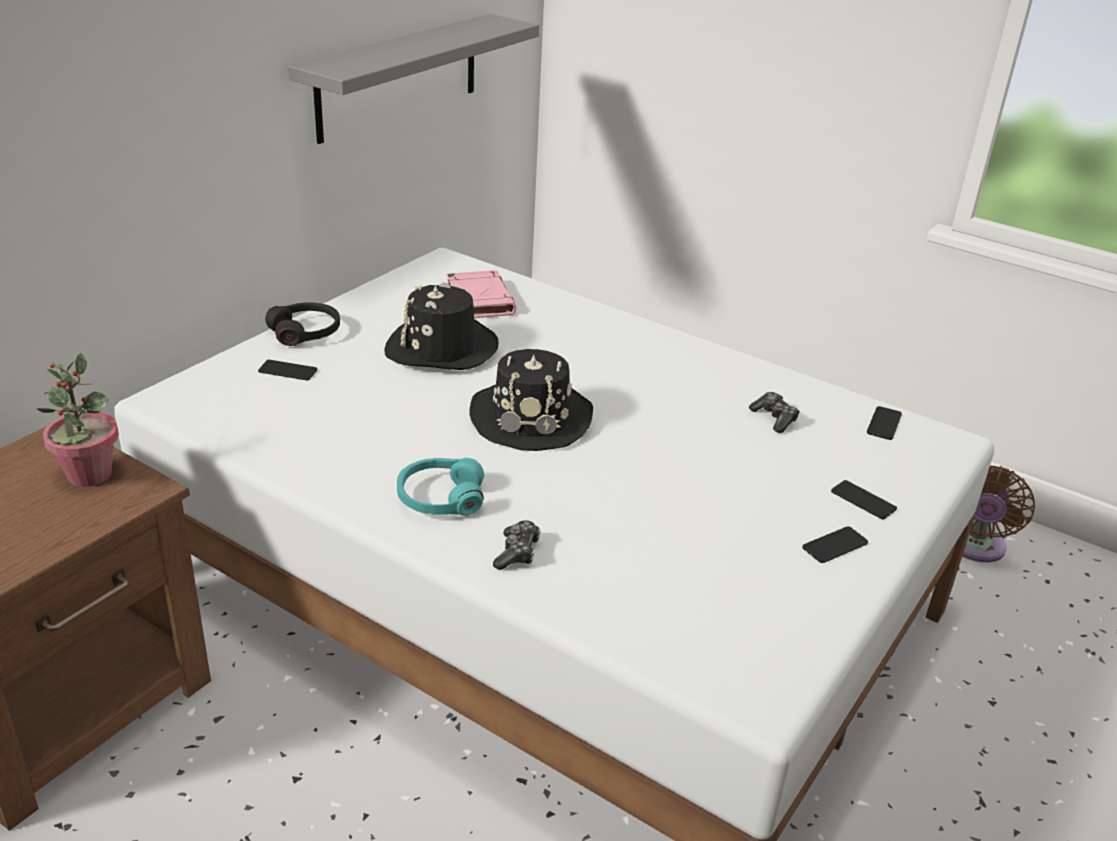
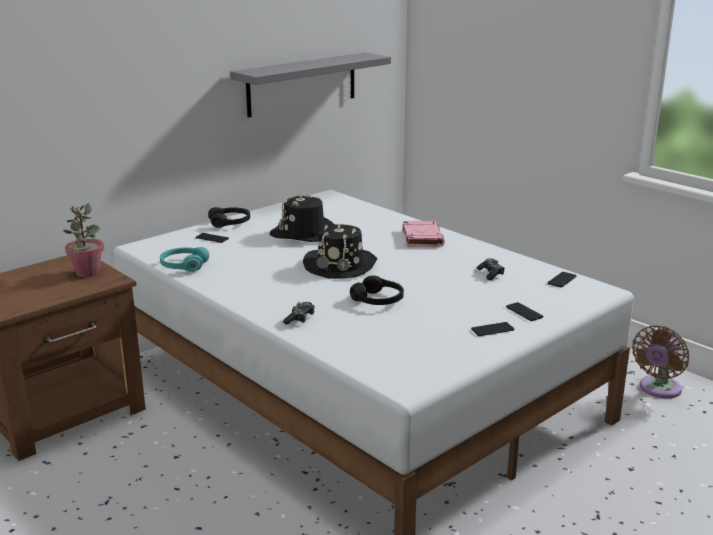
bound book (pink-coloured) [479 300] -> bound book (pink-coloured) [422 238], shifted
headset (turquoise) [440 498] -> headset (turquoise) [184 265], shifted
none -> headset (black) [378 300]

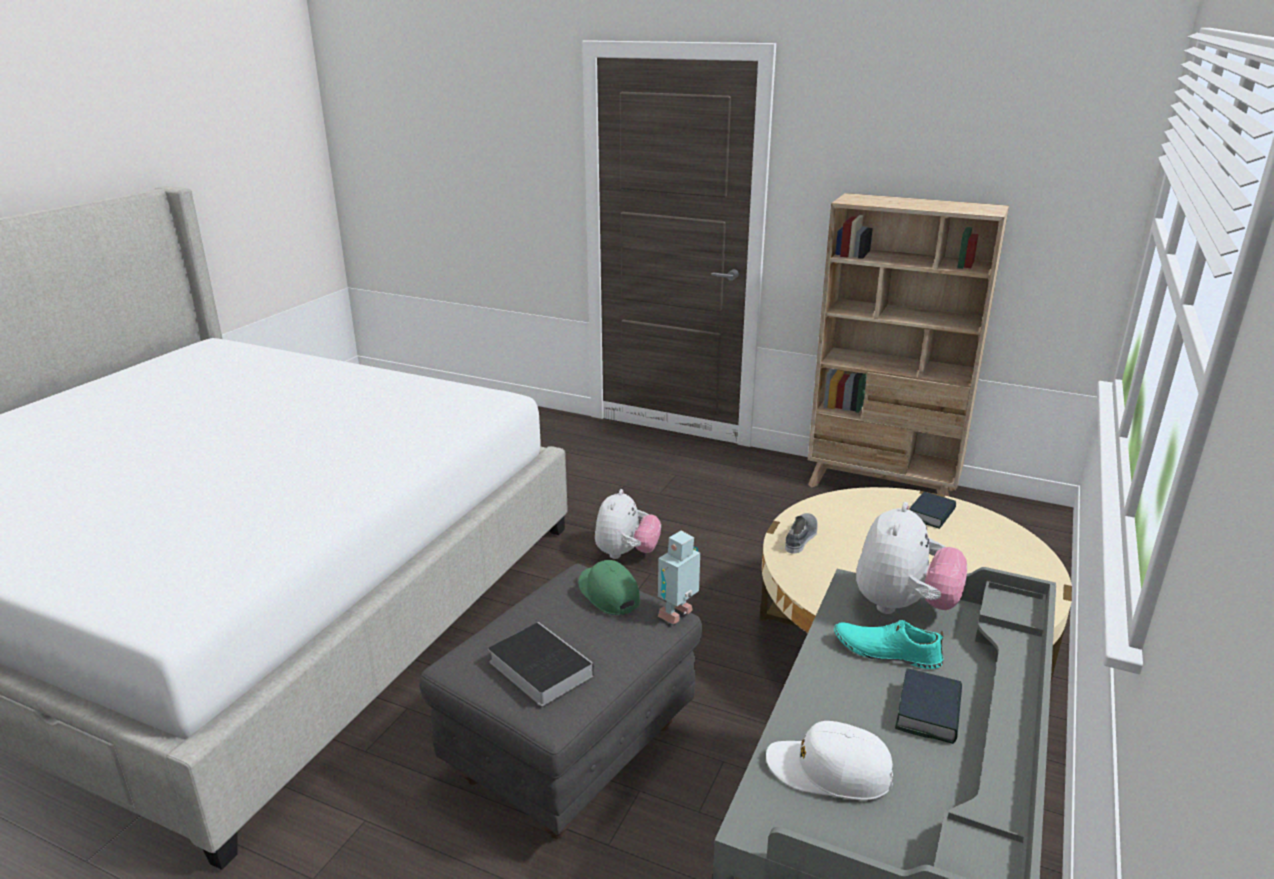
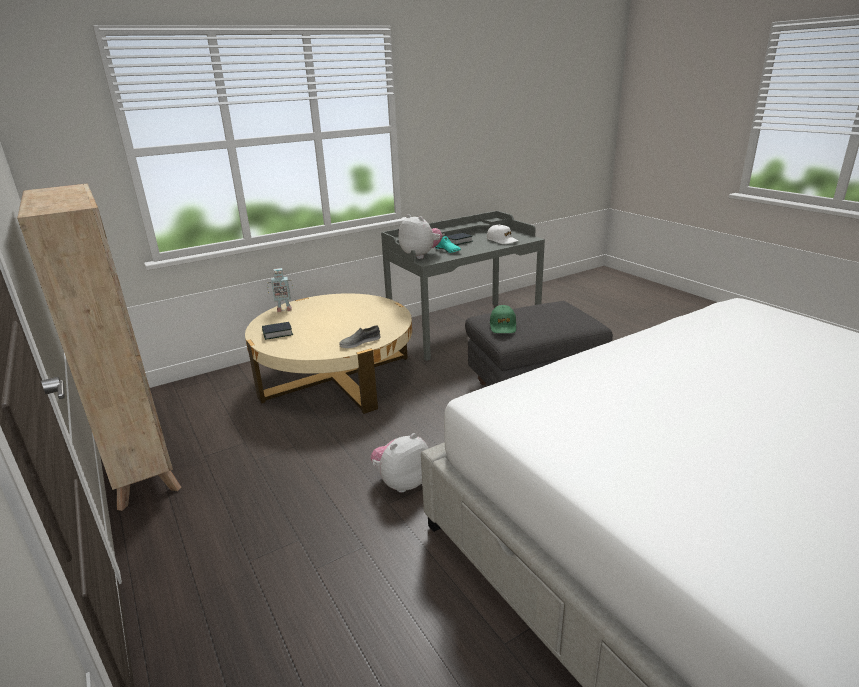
plush toy [903 606] -> plush toy [421 255], 75 degrees clockwise
toy robot [678 614] -> toy robot [283 309], shifted
bound book [537 667] -> none

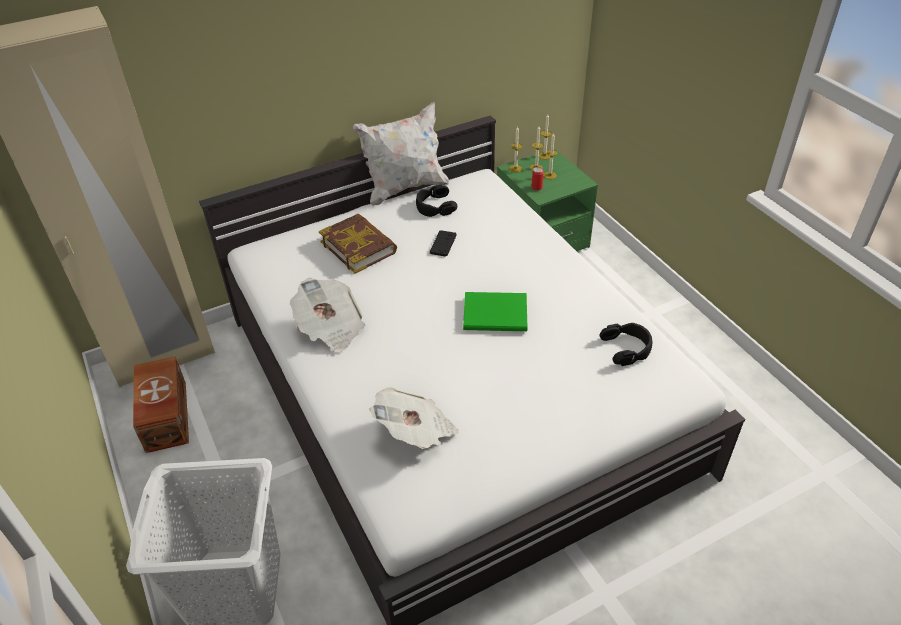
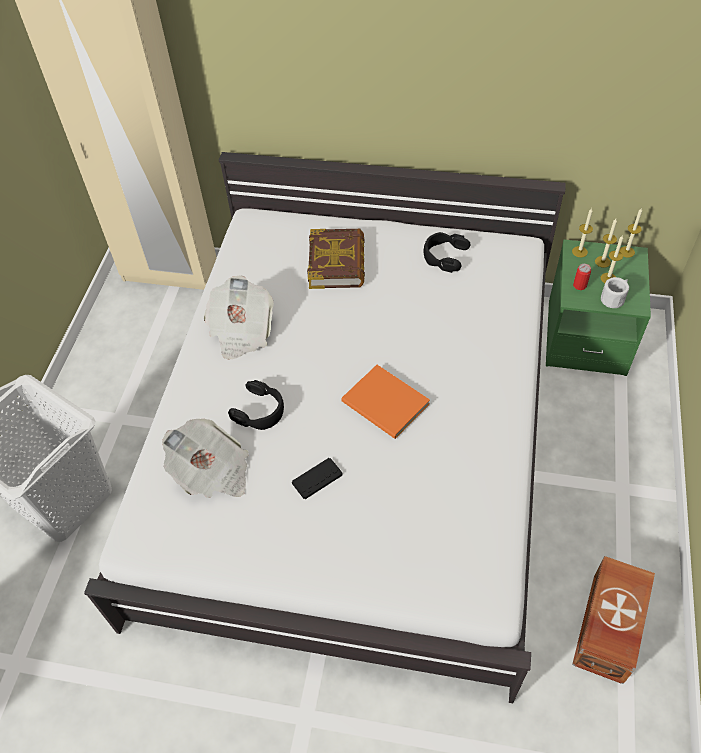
cushion (white) [405 188] -> none
joypad (black) [443 244] -> joypad (black) [317 479], shifted
bound book (green-coloured) [497 315] -> bound book (orangey) [386 405]
headset (black) [627 348] -> headset (black) [260 411], shifted
storage bin (brown) [165 417] -> storage bin (brown) [606 628], shifted
none -> coffee mug (white) [614 298]

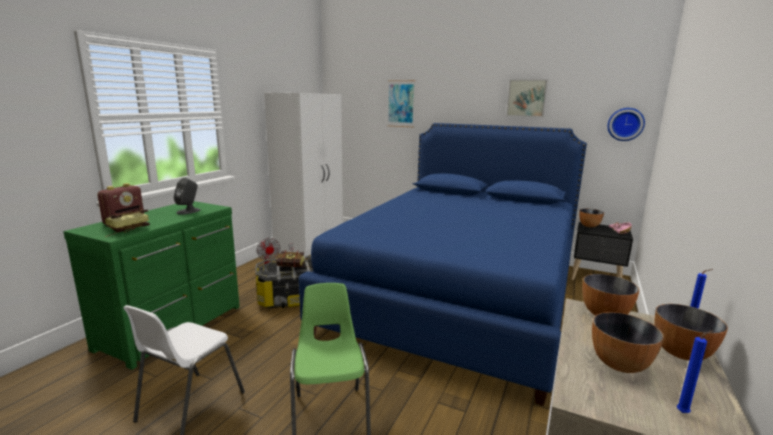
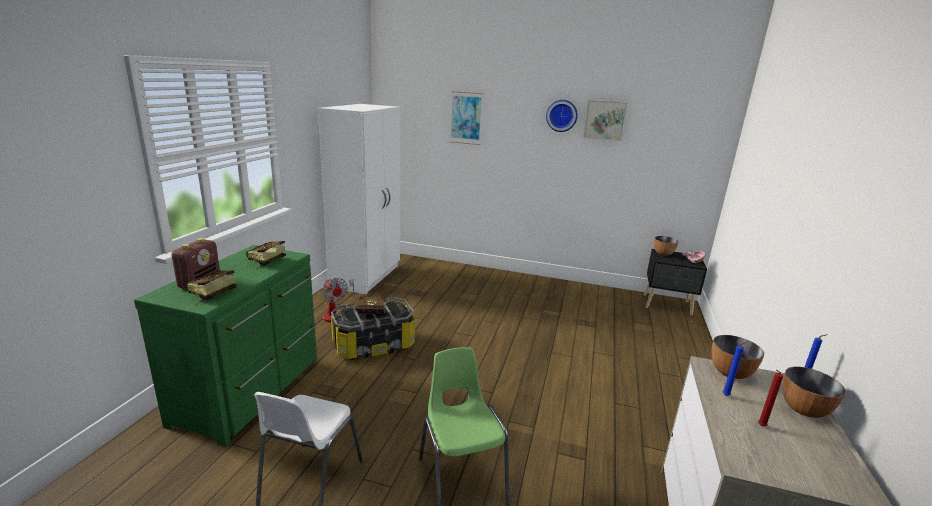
wall clock [625 124] -> wall clock [562 115], shifted
sleeping bed (blue-coloured) [458 295] -> none
audio speaker (gray) [188 211] -> bound book [264 262]
serving bowl [619 364] -> wax candle (red) [760 426]
wax candle (blue-coloured) [684 413] -> wax candle (blue-coloured) [727 395], shifted

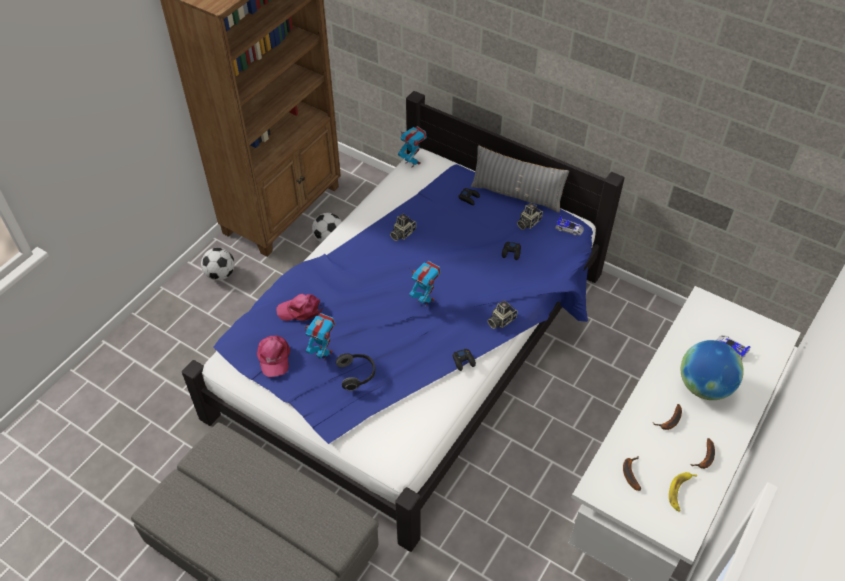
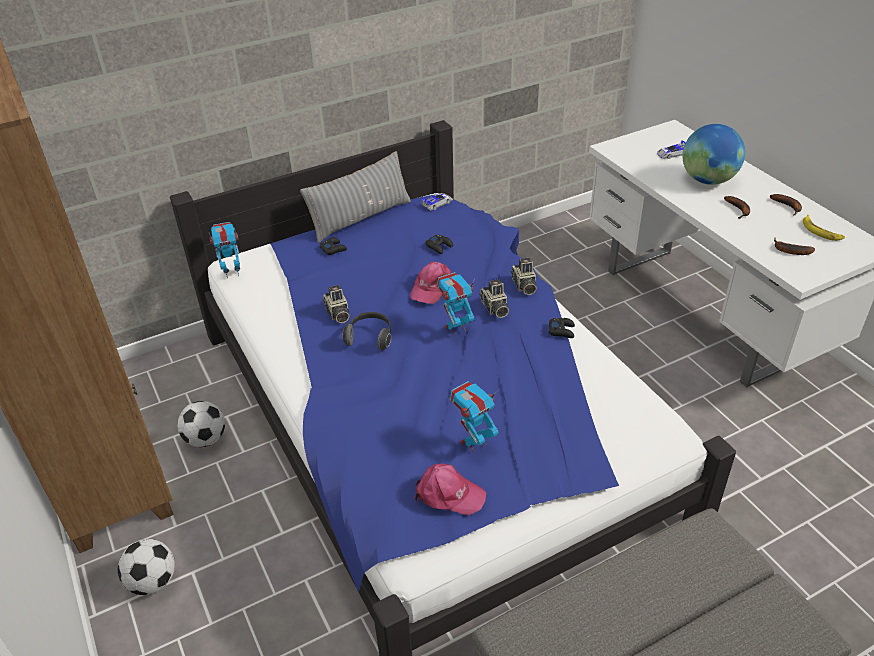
photo camera [528 222] -> photo camera [494 308], shifted
baseball cap (pink-coloured) [300 310] -> baseball cap (pink-coloured) [431 287], shifted
headset [357 374] -> headset [370 337], shifted

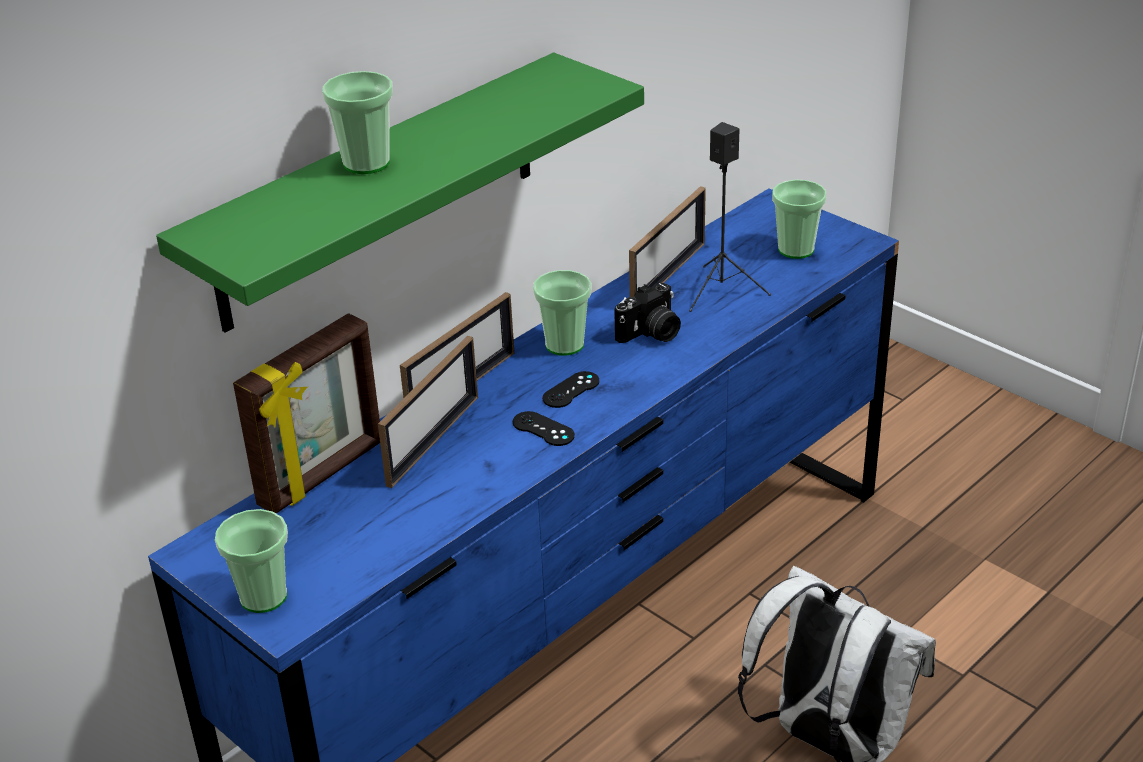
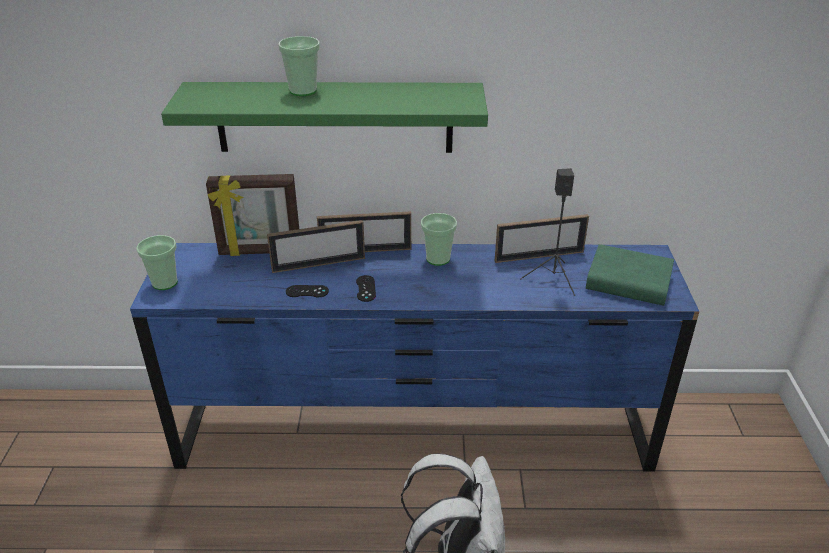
cup [796 249] -> bound book (green-coloured) [628 282]
photo camera [651 334] -> none
joypad (black) [571 390] -> joypad (black) [307 291], shifted

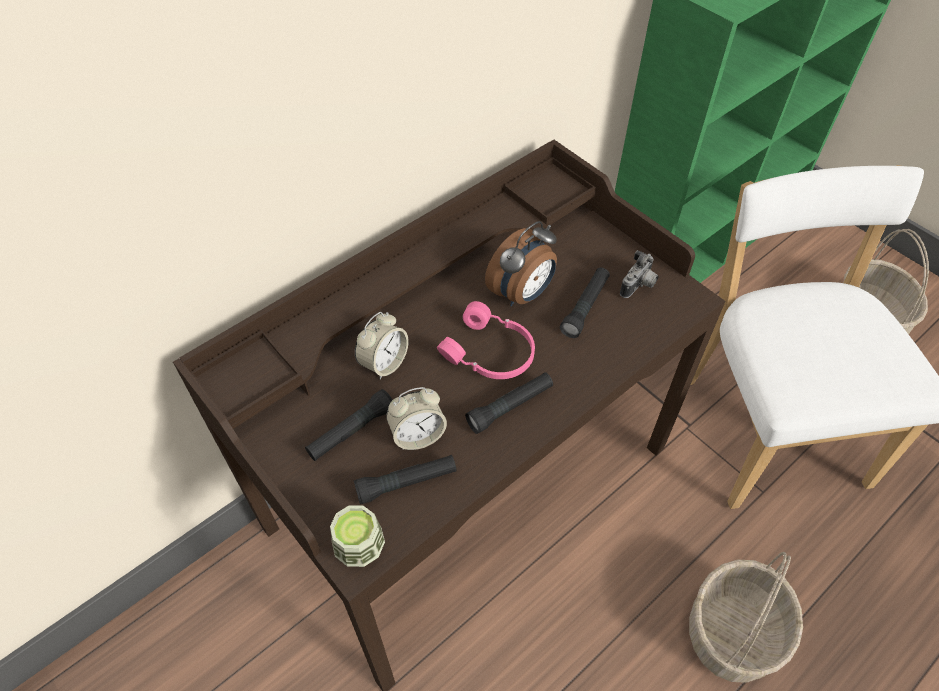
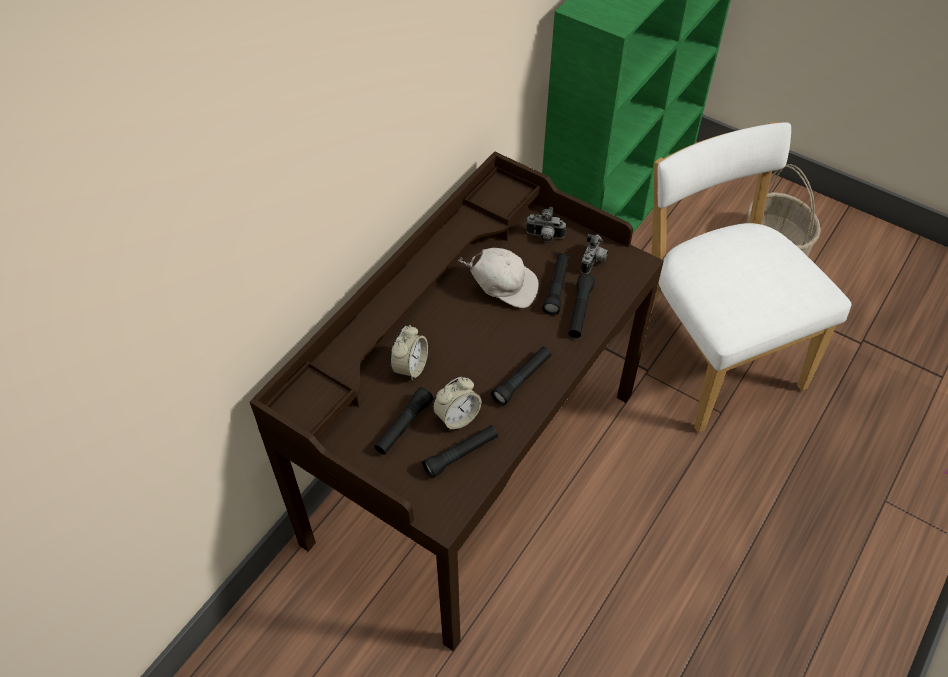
bedside clock [522 294] -> baseball cap (white) [503 287]
headset (pink-coloured) [489 354] -> none
cup [360 547] -> none
basket [733 633] -> none
none -> photo camera [544 237]
none -> hand torch (black) [579 311]

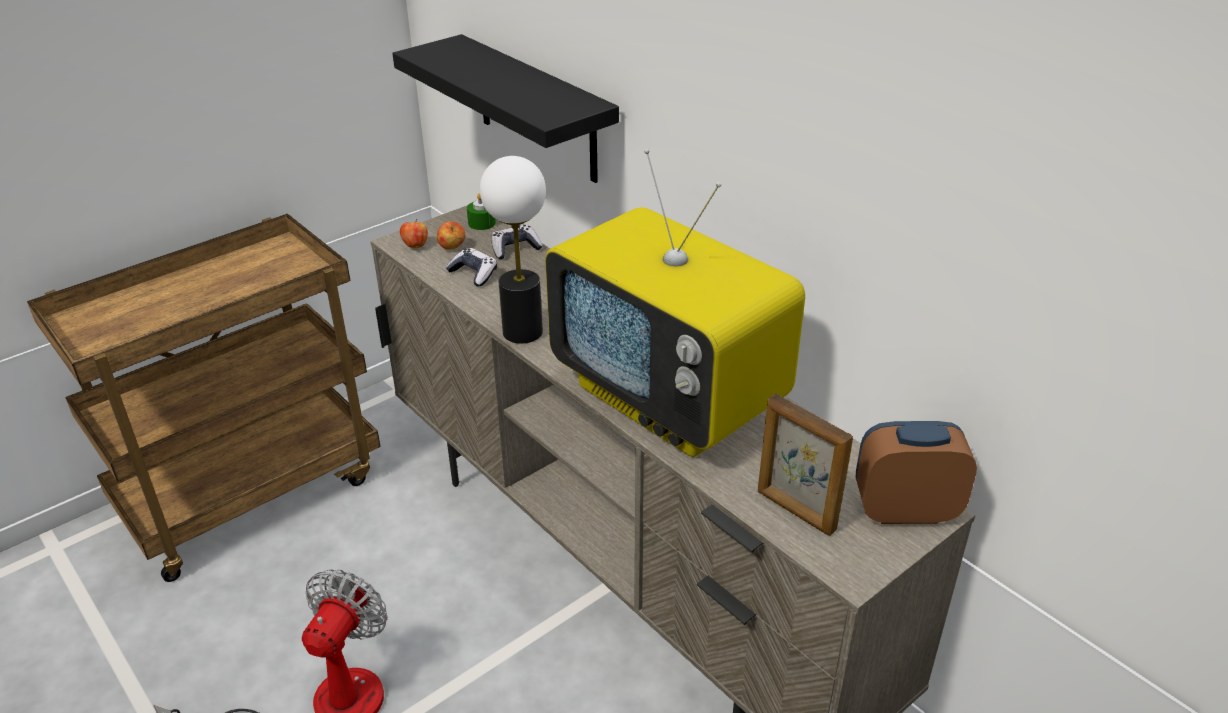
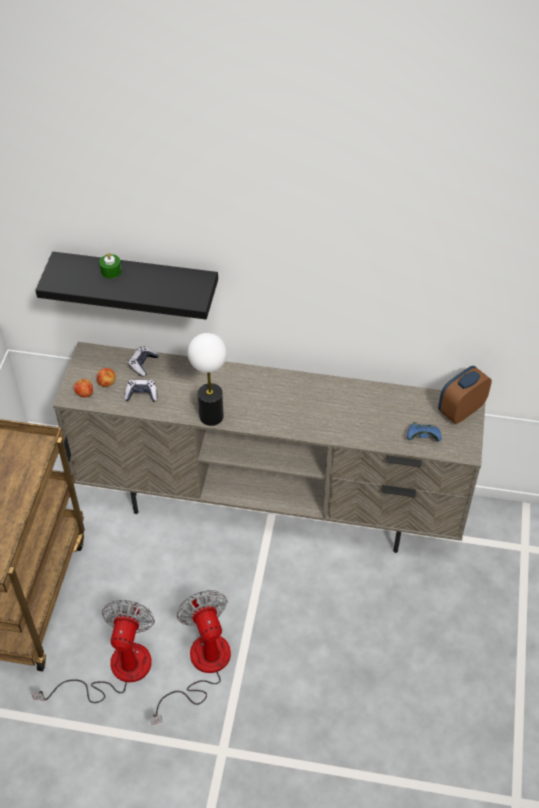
TV set [672 399] -> none
wax candle (green-coloured) [482 223] -> wax candle (green-coloured) [111 271], shifted
picture frame [795 511] -> joypad (blue-coloured) [423 437]
none -> fan [116 670]

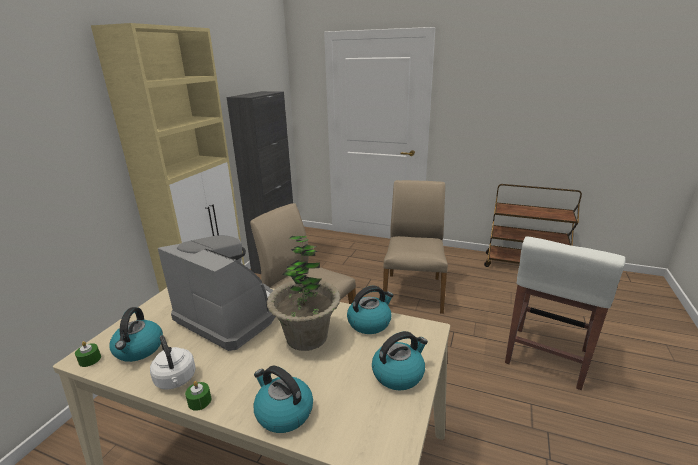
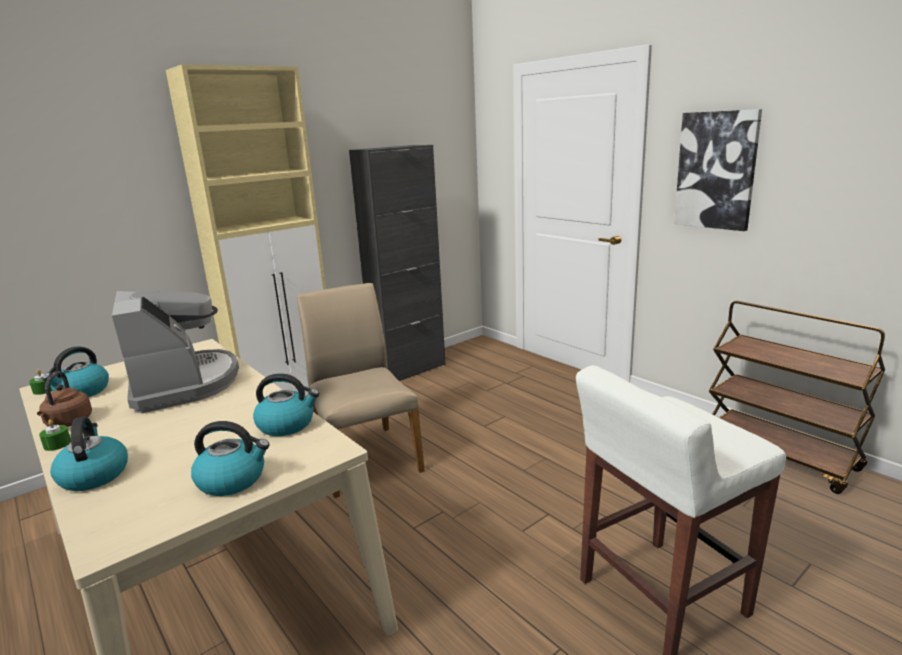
chair (sand-coloured) [413 292] -> none
plant in a pot [307 337] -> none
water kettle (white) [176 380] -> water kettle (brown) [68 423]
none -> wall picture [716 170]

